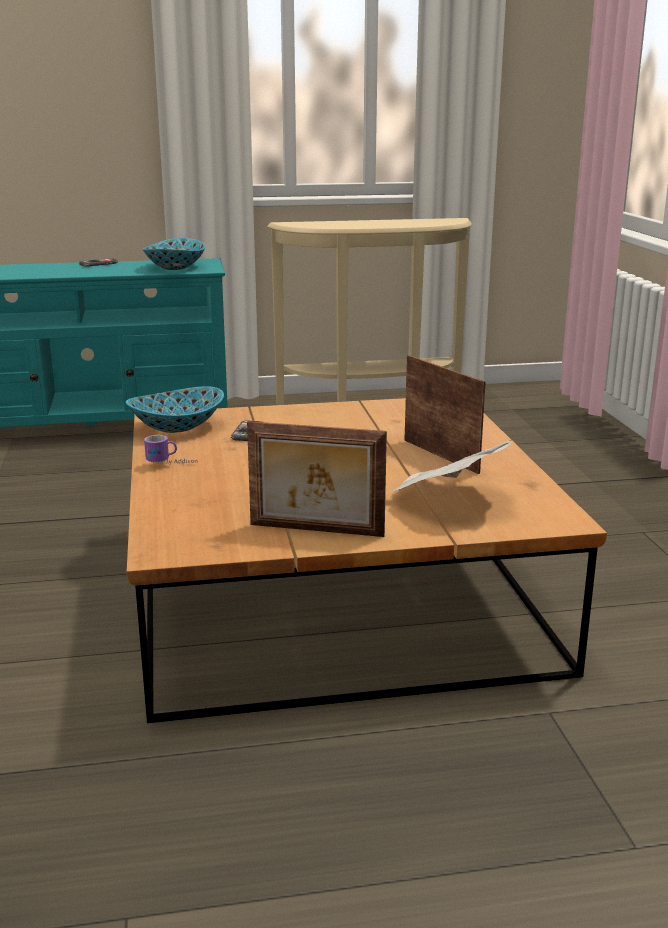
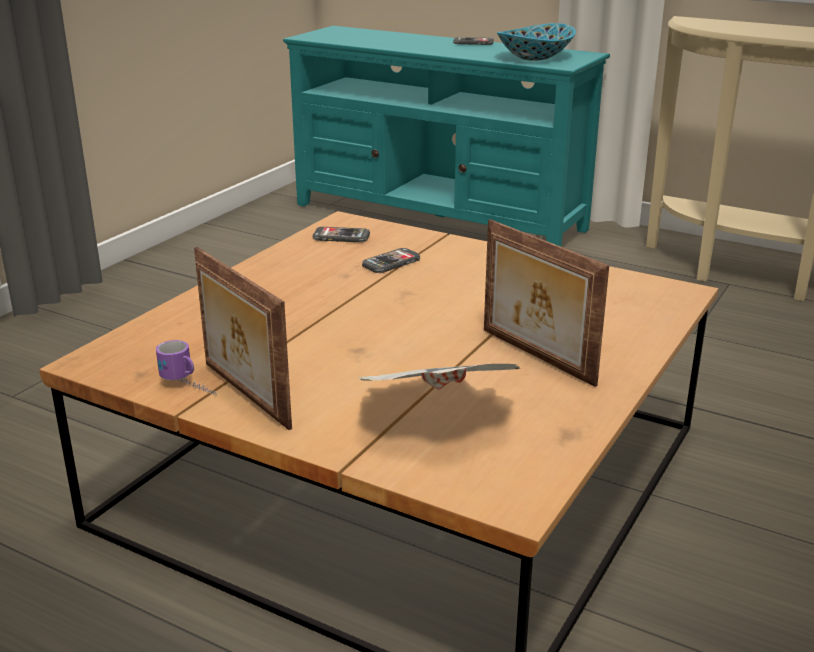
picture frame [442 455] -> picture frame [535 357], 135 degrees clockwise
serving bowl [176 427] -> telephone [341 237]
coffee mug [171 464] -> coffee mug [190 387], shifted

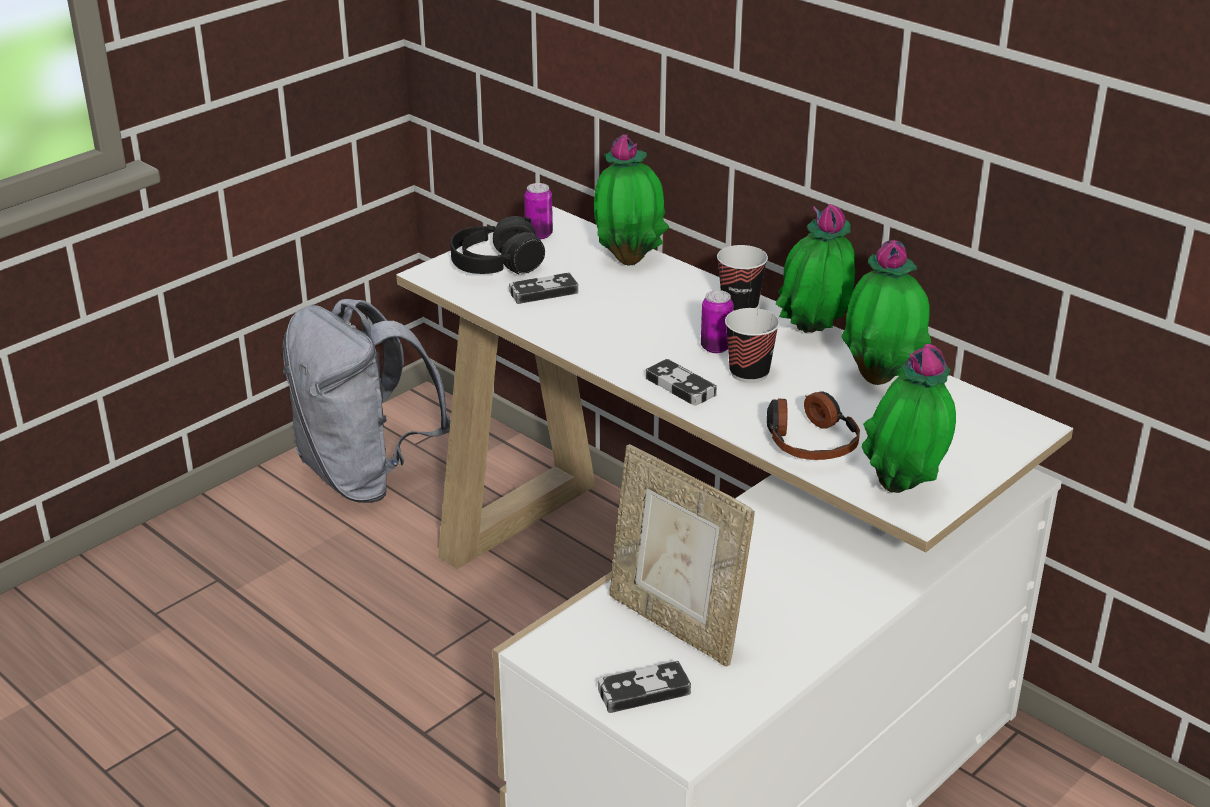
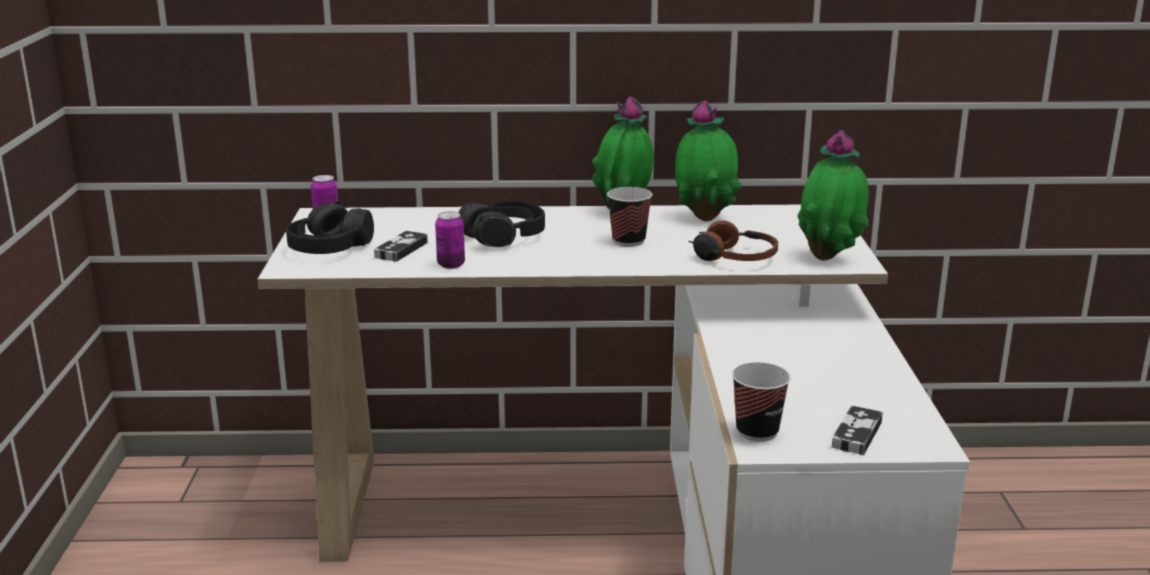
plant in a pot [629 260] -> none
cup [739 306] -> cup [757 432], shifted
can [715 347] -> can [451 265], shifted
rucksack (gray) [365 476] -> none
joypad [680 386] -> none
picture frame [675 624] -> none
none -> headset (black) [503 237]

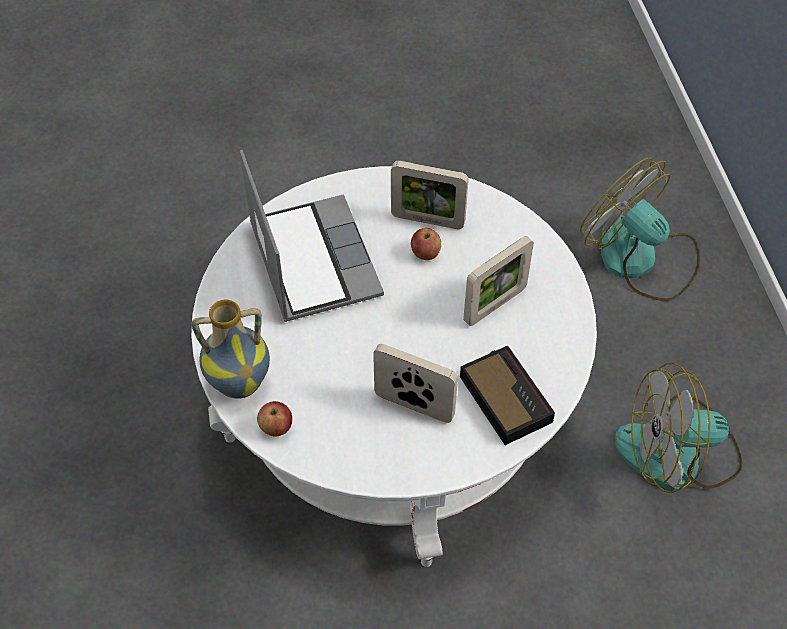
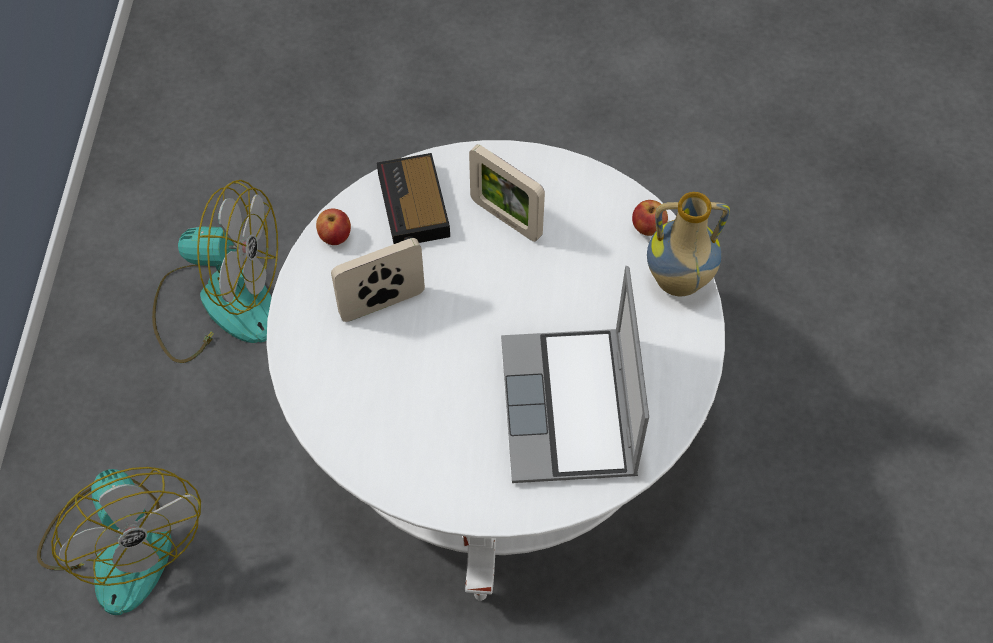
picture frame [427 220] -> none
apple [425 254] -> apple [335 236], shifted

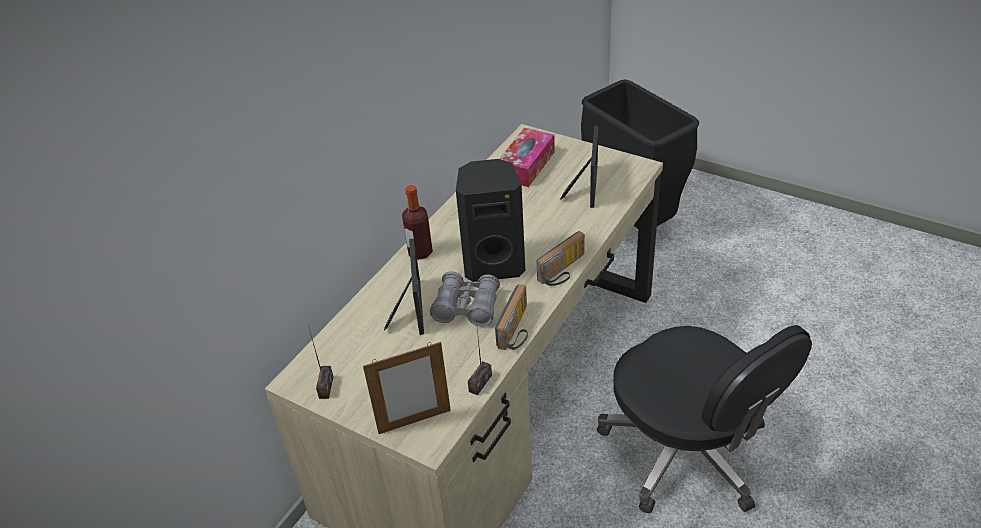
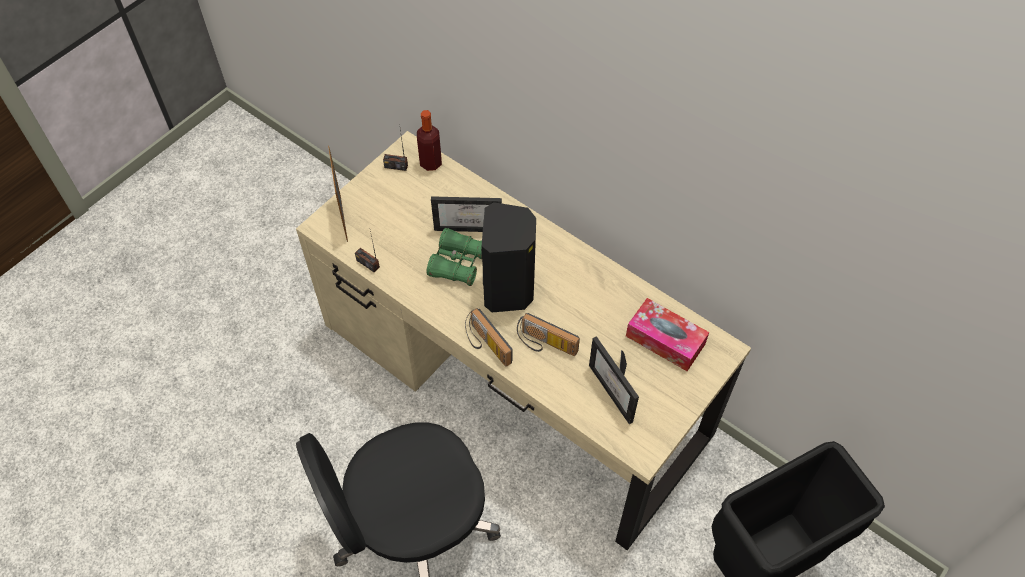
picture frame [586 185] -> picture frame [617 391], 45 degrees clockwise
beverage bottle [420 252] -> beverage bottle [430 163], shifted
pair of binoculars (gray) [466 307] -> pair of binoculars (green-coloured) [457 263]
radio set [517 330] -> radio set [545 345], shifted

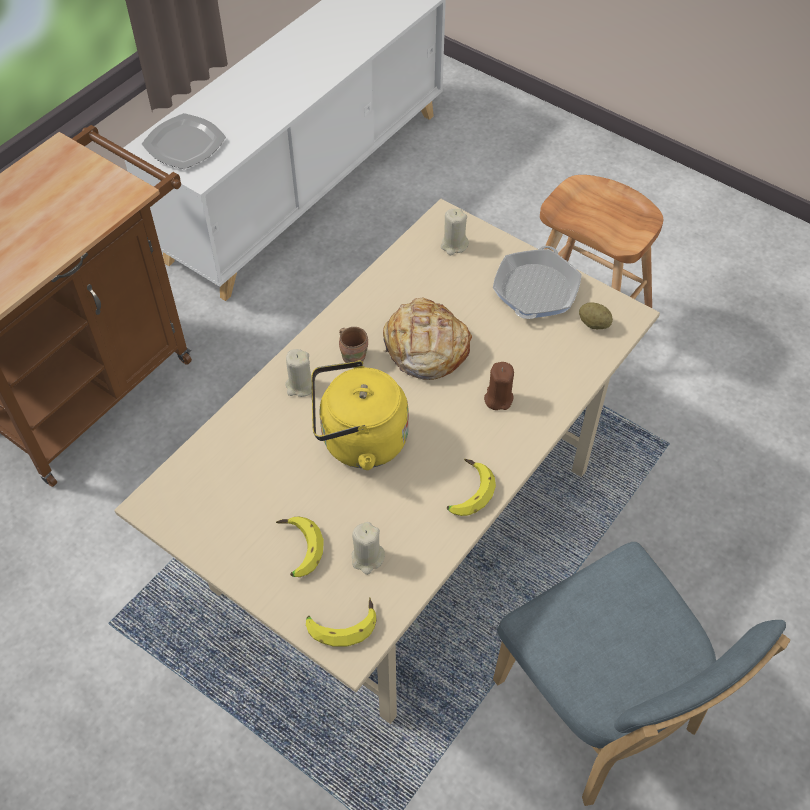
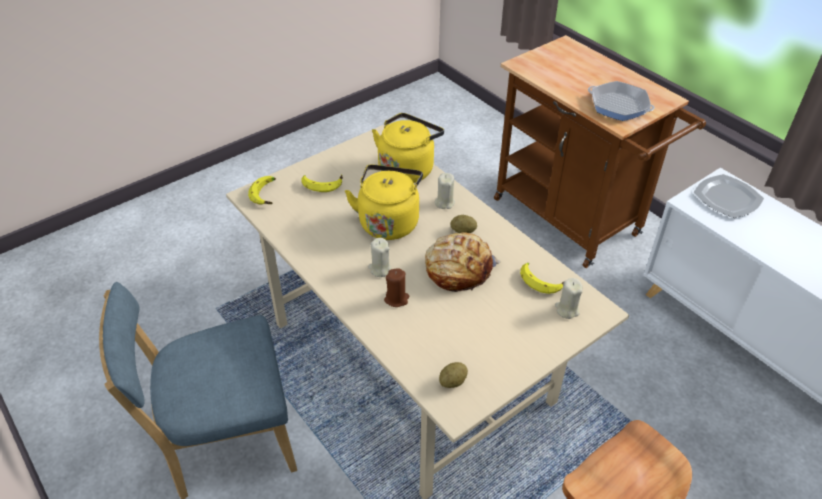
frying pan [536 290] -> frying pan [618 106], shifted
coffee mug (brown) [354 355] -> potato [463 231]
banana [466 491] -> banana [542 280], shifted
wax candle (sand-coloured) [367 558] -> wax candle (sand-coloured) [380 269], shifted
none -> water kettle (yellow) [407 168]

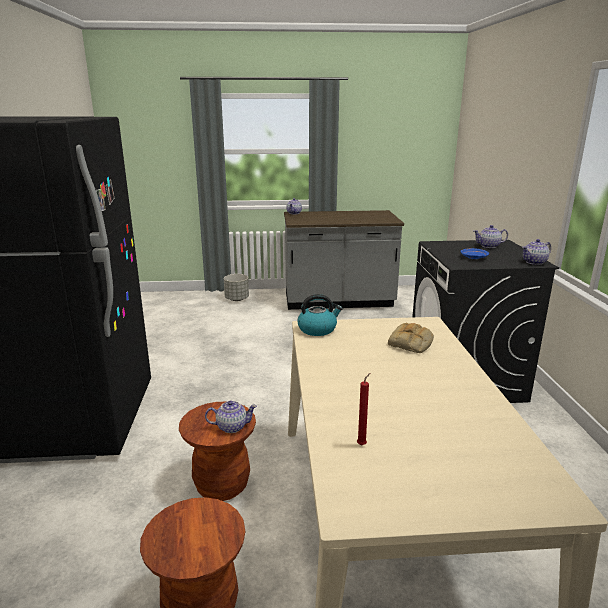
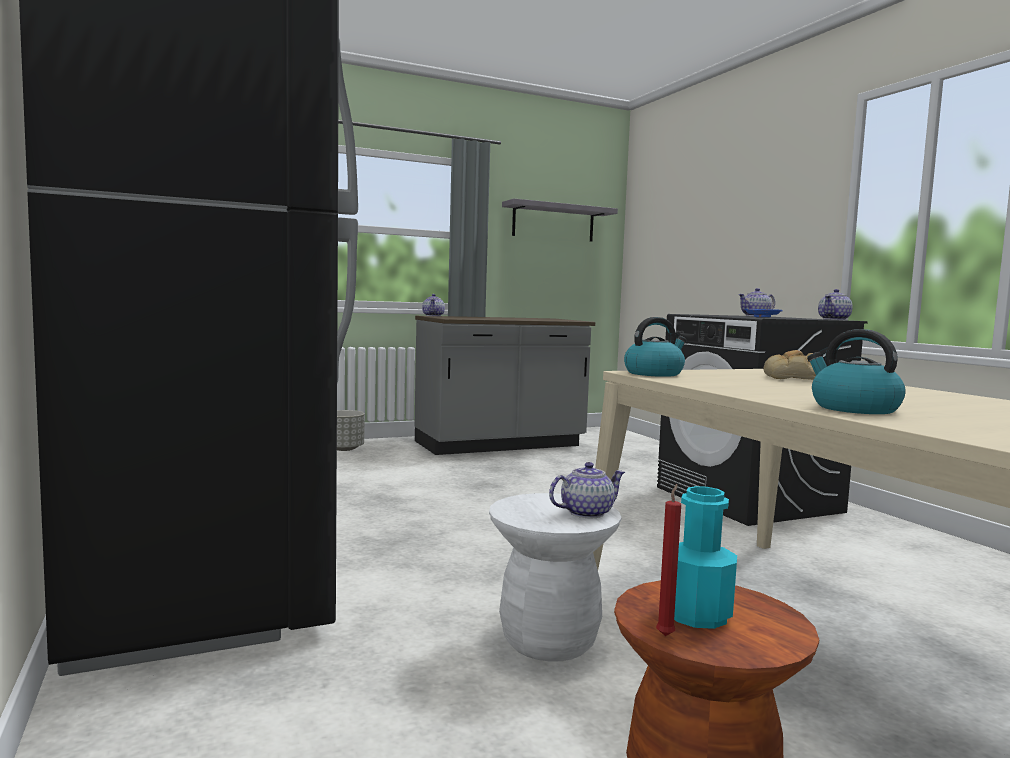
wax candle (red) [362 444] -> wax candle (red) [666 634], shifted
stool (brown) [222 485] -> stool (white) [549 641]
none -> shelf (gray) [553 222]
none -> water kettle [853 408]
none -> beverage bottle (turquoise) [697 614]

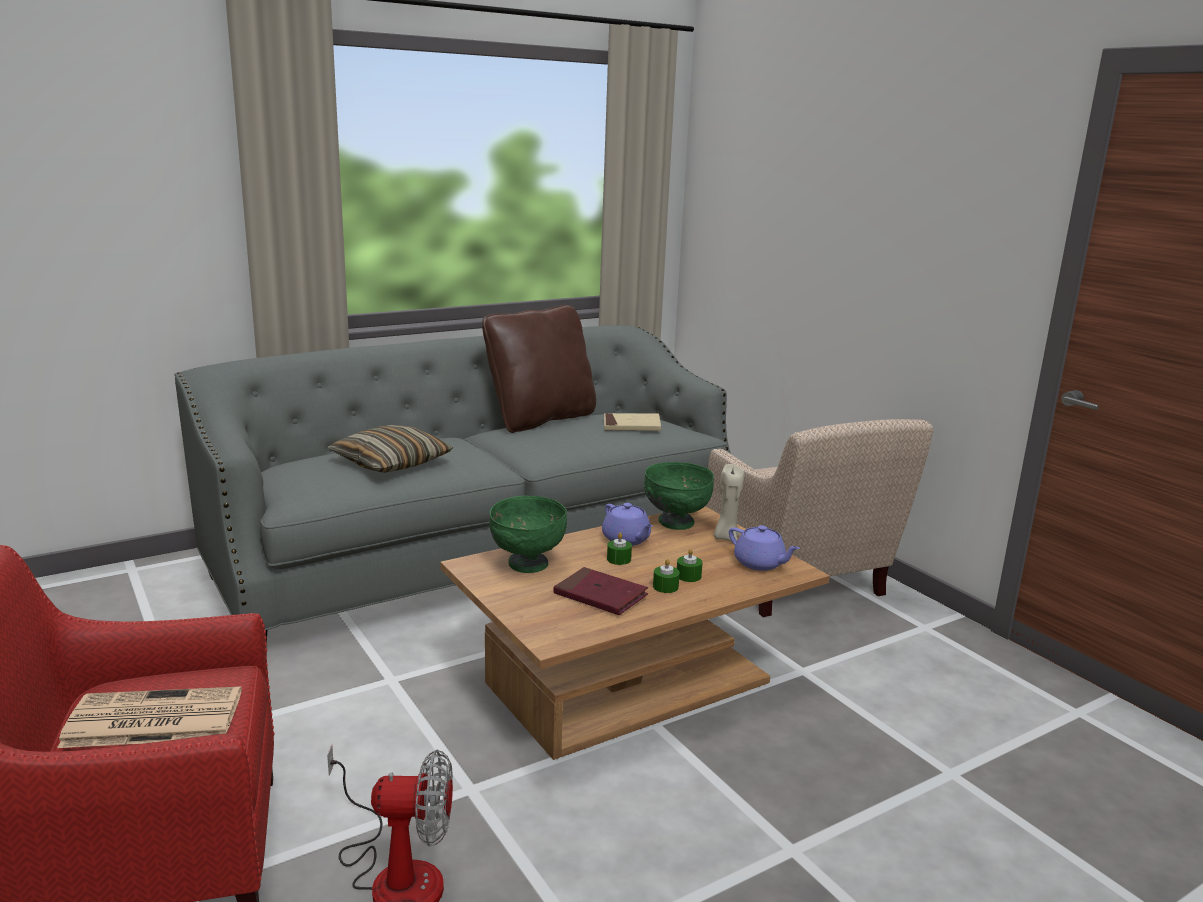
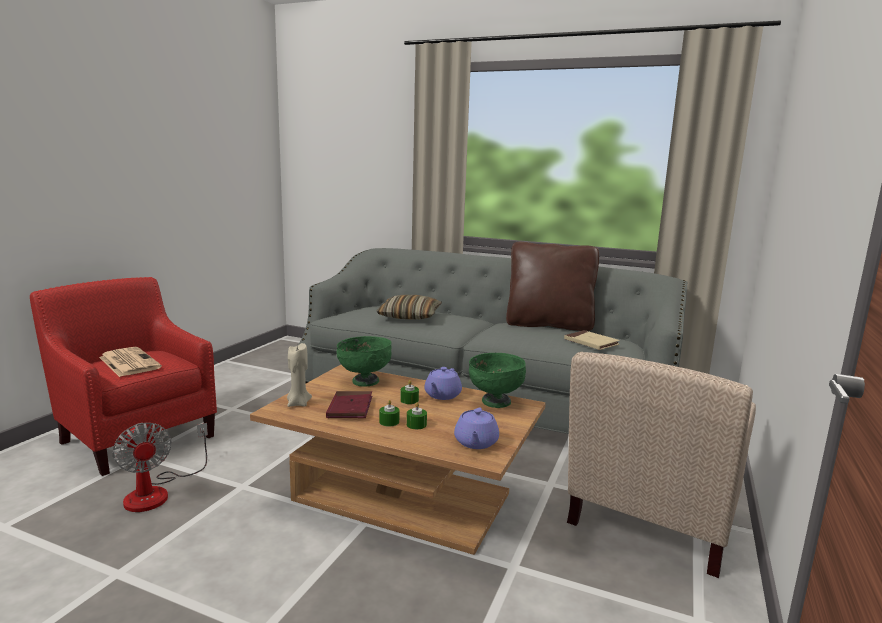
wax candle (sand-coloured) [726 537] -> wax candle (sand-coloured) [298 403], shifted

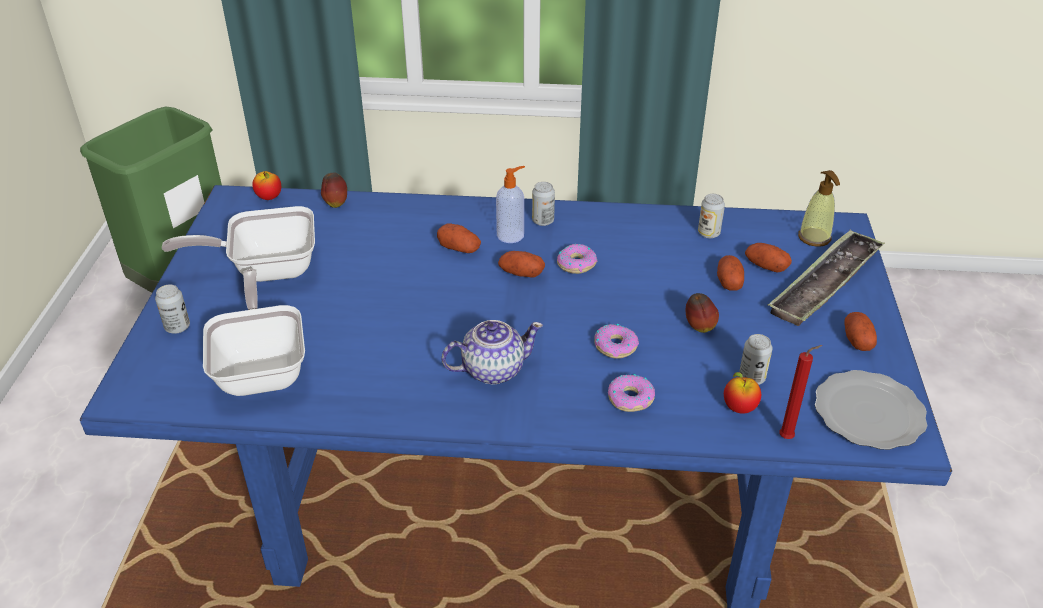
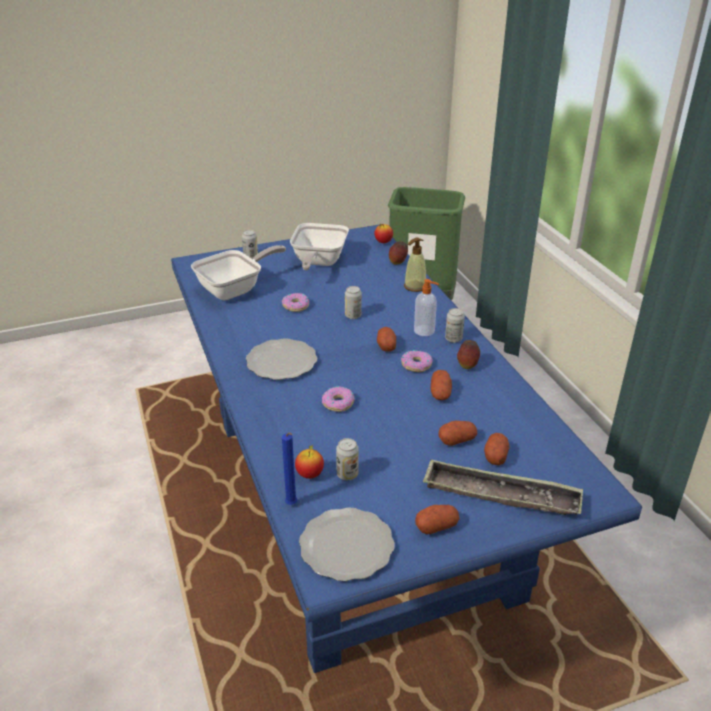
soap bottle [814 238] -> soap bottle [415 286], shifted
can [708 233] -> can [353 316], shifted
frying pan [266 268] -> frying pan [318 263], 135 degrees counterclockwise
potato [459 248] -> potato [440 393], shifted
apple [699 327] -> apple [467 366], shifted
teapot [492 369] -> plate [282 361]
wax candle (red) [788 437] -> wax candle (blue-coloured) [292 505]
doughnut [630 398] -> doughnut [295 306], shifted

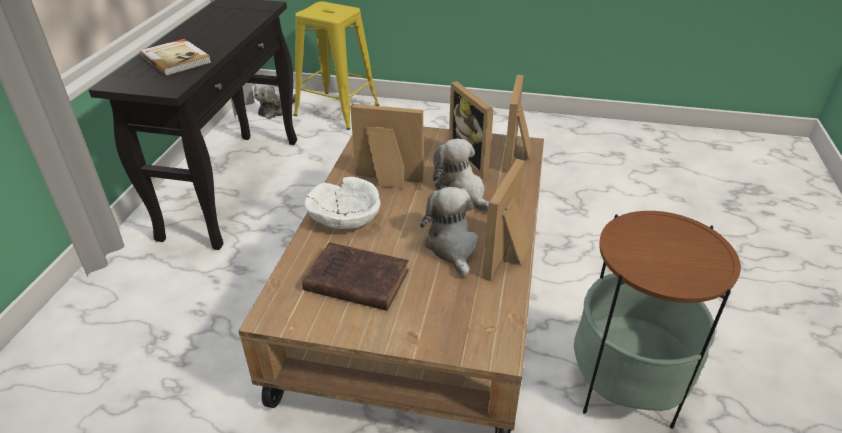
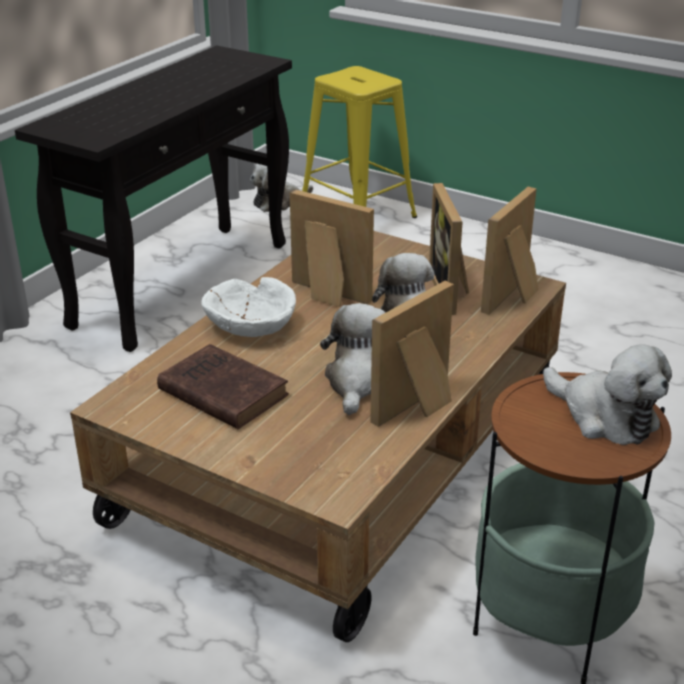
bound book [176 59] -> none
none -> plush toy [605 416]

